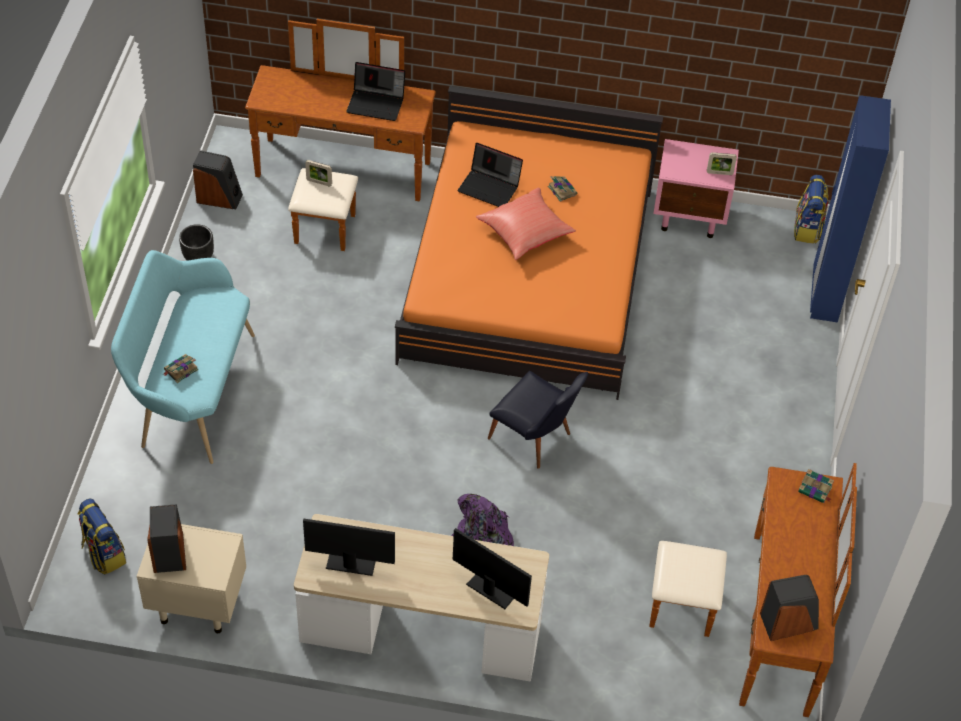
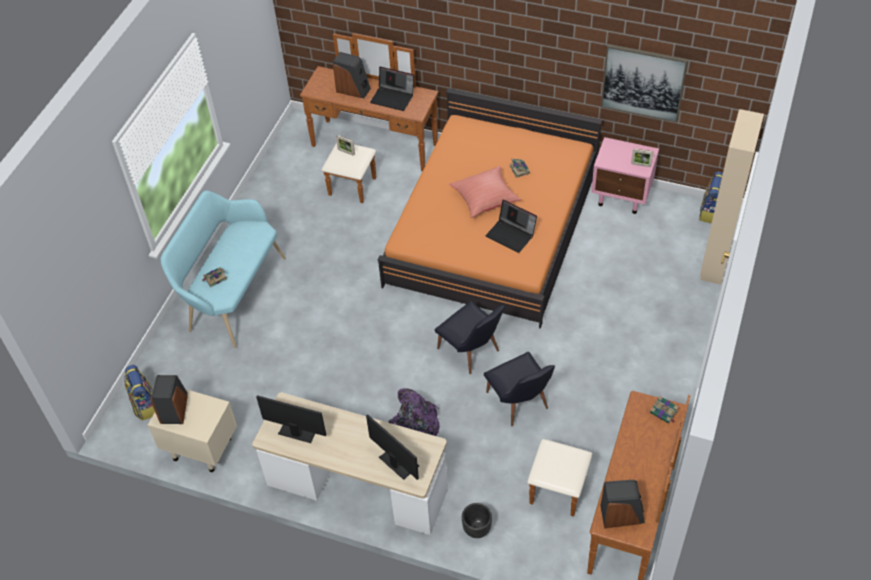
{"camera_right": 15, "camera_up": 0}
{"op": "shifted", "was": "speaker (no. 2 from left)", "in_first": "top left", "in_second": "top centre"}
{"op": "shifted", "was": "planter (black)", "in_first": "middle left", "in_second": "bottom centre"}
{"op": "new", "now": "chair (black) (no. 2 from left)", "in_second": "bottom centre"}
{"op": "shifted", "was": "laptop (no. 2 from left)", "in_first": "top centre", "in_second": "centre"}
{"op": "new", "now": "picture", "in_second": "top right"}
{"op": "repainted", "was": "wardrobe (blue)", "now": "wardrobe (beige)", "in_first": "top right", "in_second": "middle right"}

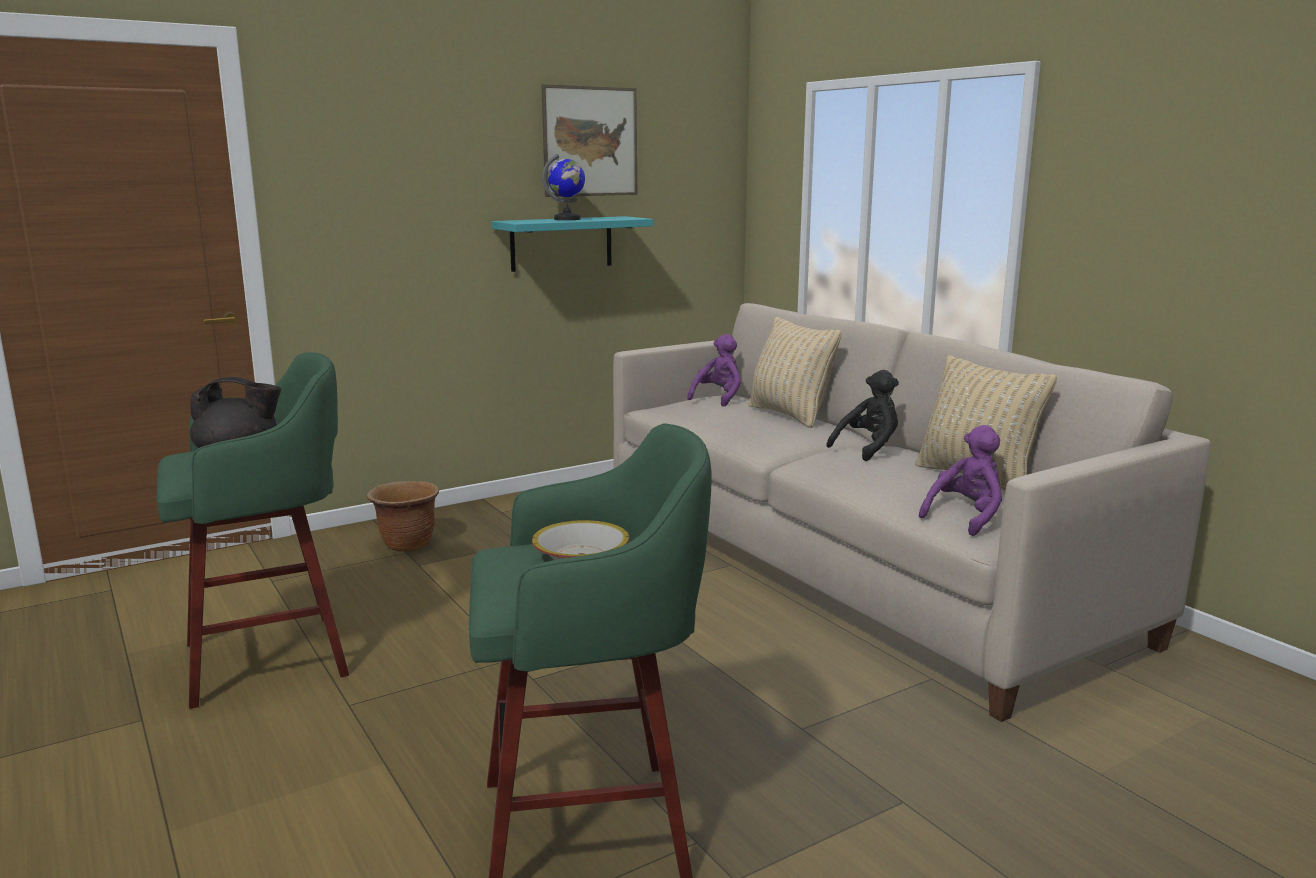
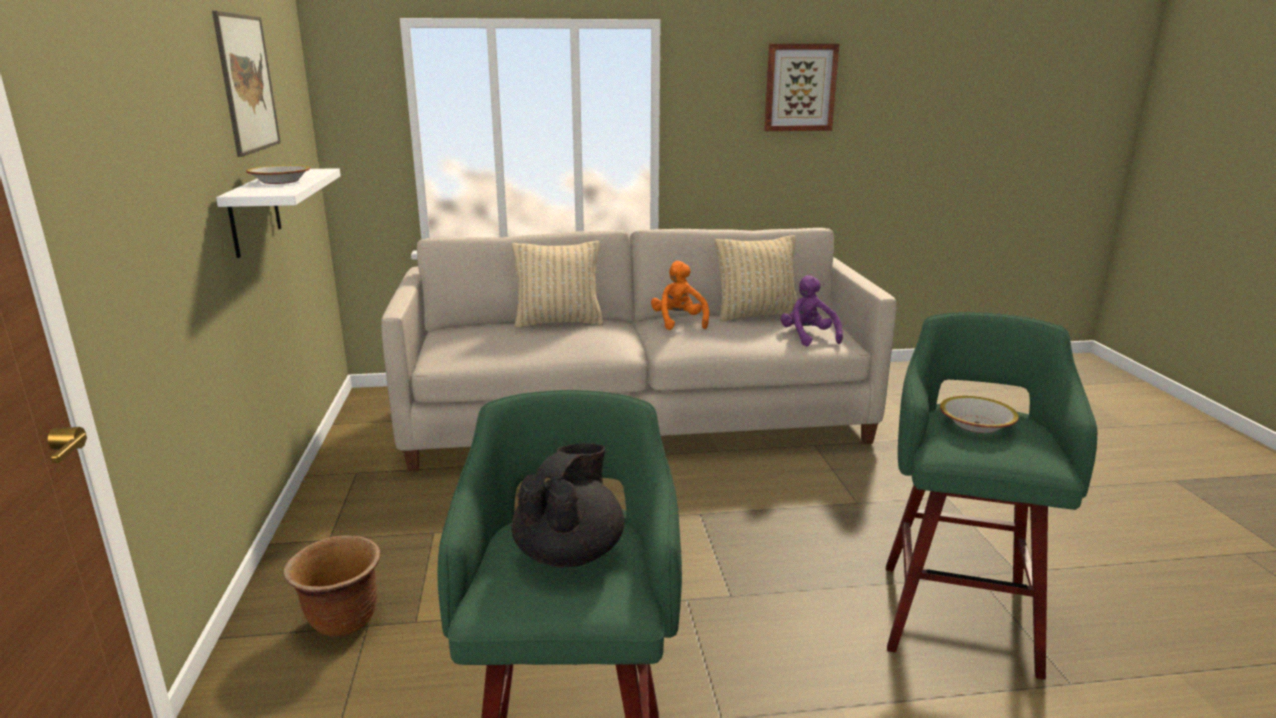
{"camera_right": -65, "camera_up": 5}
{"op": "repainted", "was": "shelf (turquoise)", "now": "shelf (white)", "in_first": "top centre", "in_second": "top left"}
{"op": "swapped", "was": "globe", "now": "bowl (no. 1 from left)", "in_first": "top centre", "in_second": "top left"}
{"op": "repainted", "was": "plush toy (black)", "now": "plush toy (orange)", "in_first": "centre", "in_second": "centre"}
{"op": "new", "now": "picture (no. 2 from left)", "in_second": "top centre"}
{"op": "gone", "was": "plush toy (purple) (no. 1 from left)", "in_first": "centre"}

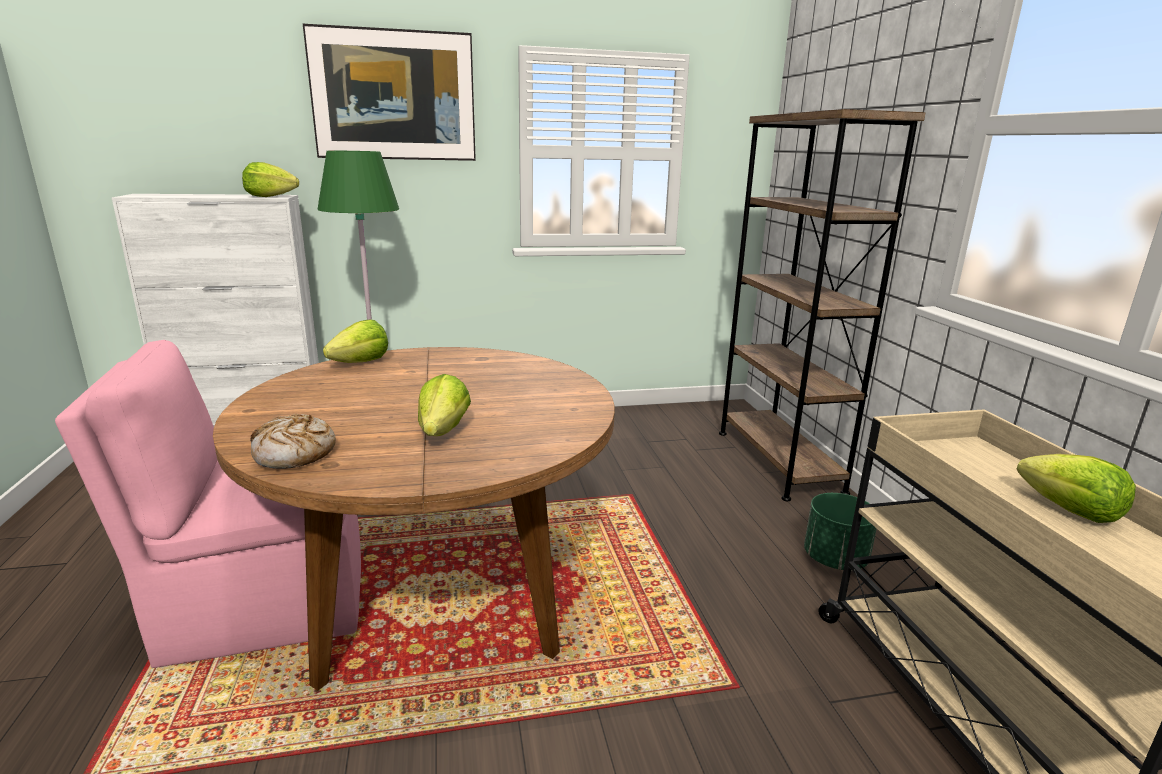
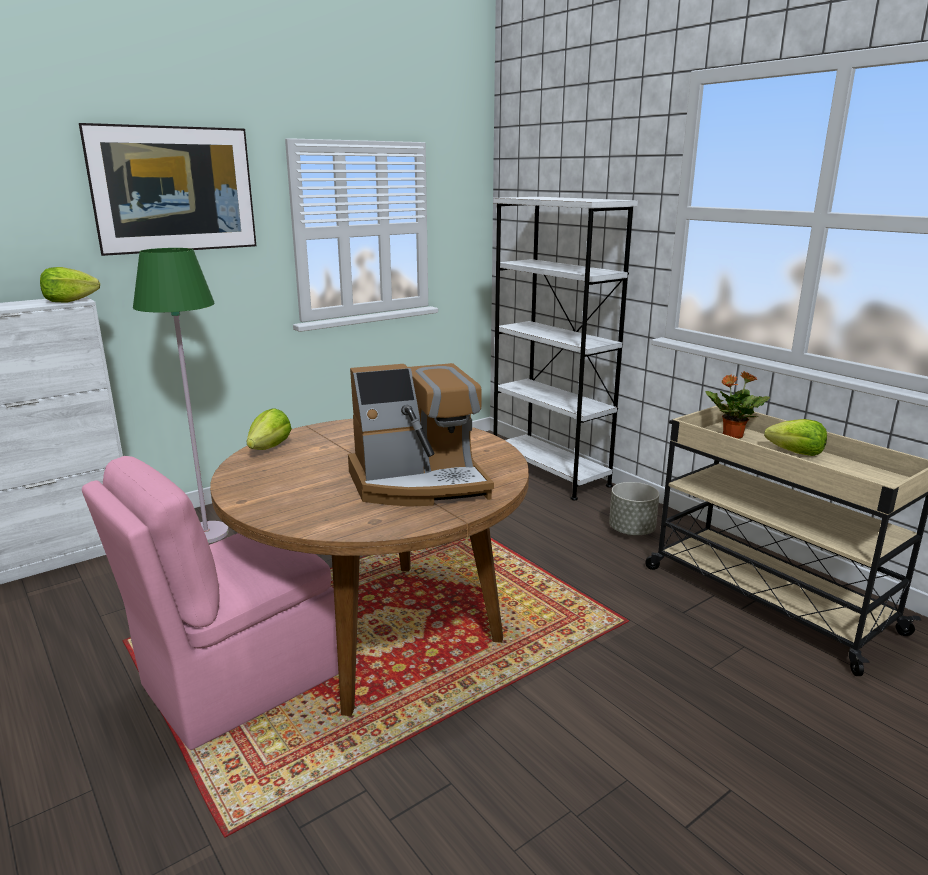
{"camera_right": -25, "camera_up": 0}
{"op": "swapped", "was": "lettuce (no. 3 from left)", "now": "coffee machine", "in_first": "centre", "in_second": "centre"}
{"op": "repainted", "was": "bookcase (brown)", "now": "bookcase (white)", "in_first": "middle right", "in_second": "centre"}
{"op": "repainted", "was": "planter (green)", "now": "planter (grey)", "in_first": "bottom right", "in_second": "middle right"}
{"op": "new", "now": "potted plant", "in_second": "middle right"}
{"op": "gone", "was": "bread", "in_first": "middle left"}

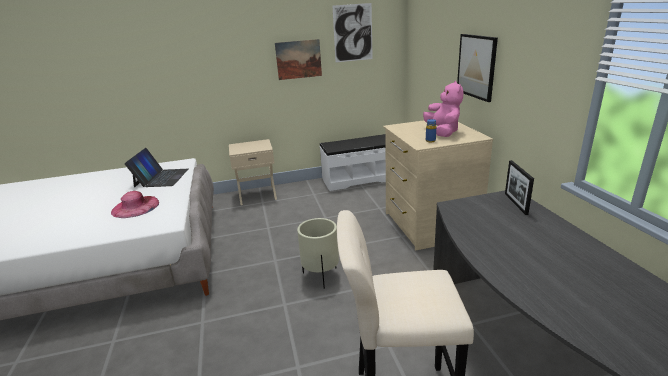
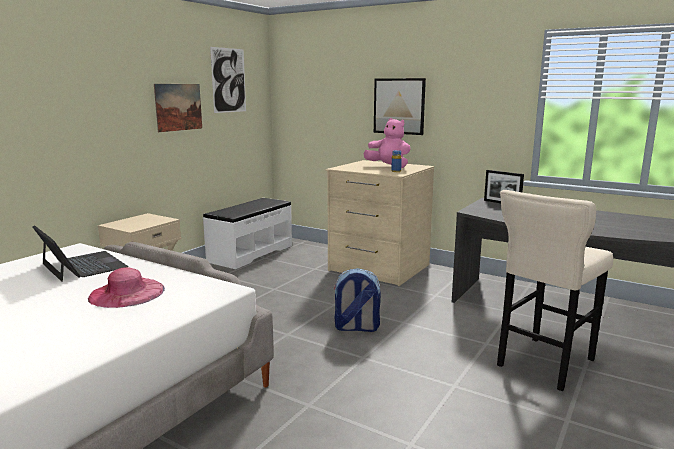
{"camera_right": -45, "camera_up": -10}
{"op": "swapped", "was": "planter (beige)", "now": "backpack", "in_first": "bottom centre", "in_second": "bottom centre"}

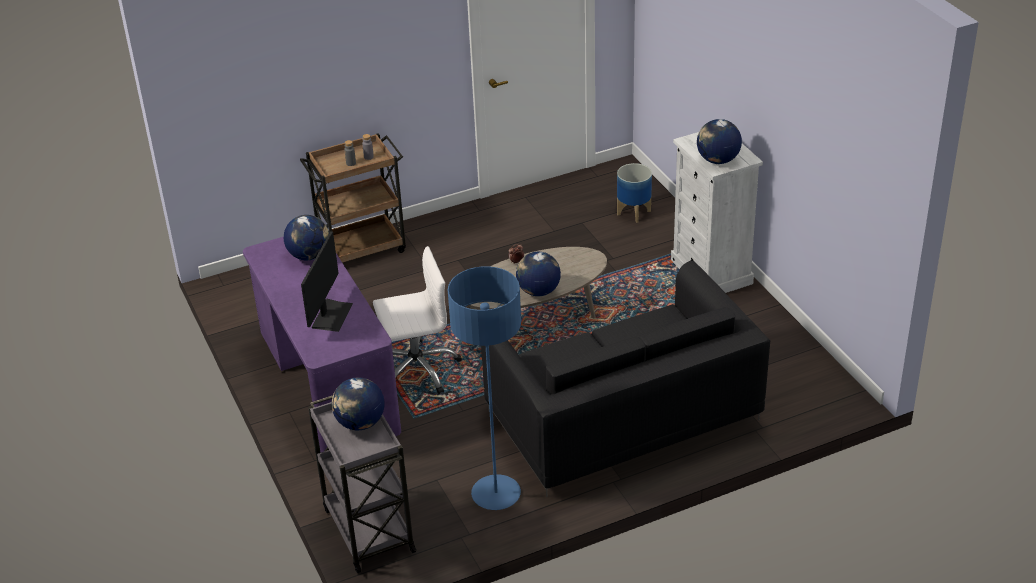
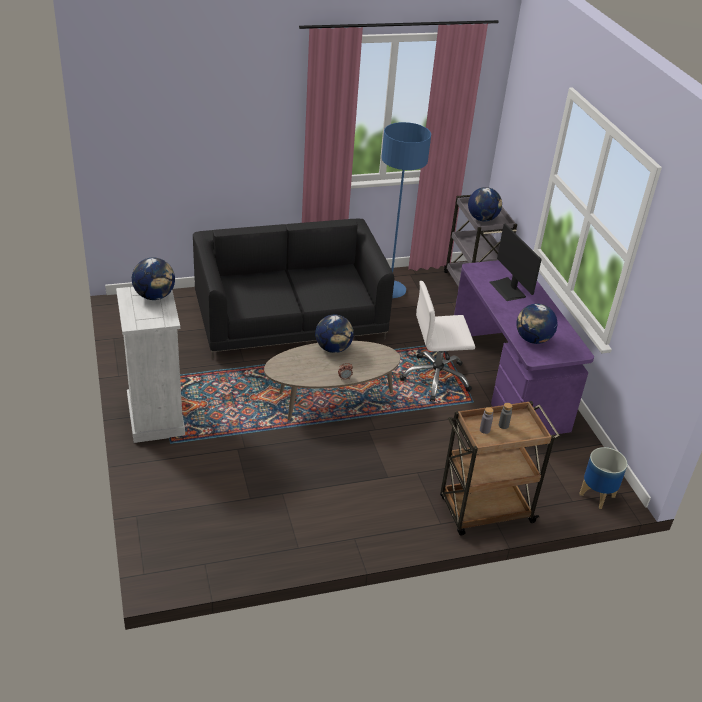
{"camera_right": -175, "camera_up": 0}
{"op": "rotated", "was": "monitor", "in_first": "middle left", "in_second": "middle right", "clockwise": -45}
{"op": "shifted", "was": "planter", "in_first": "top centre", "in_second": "bottom right"}

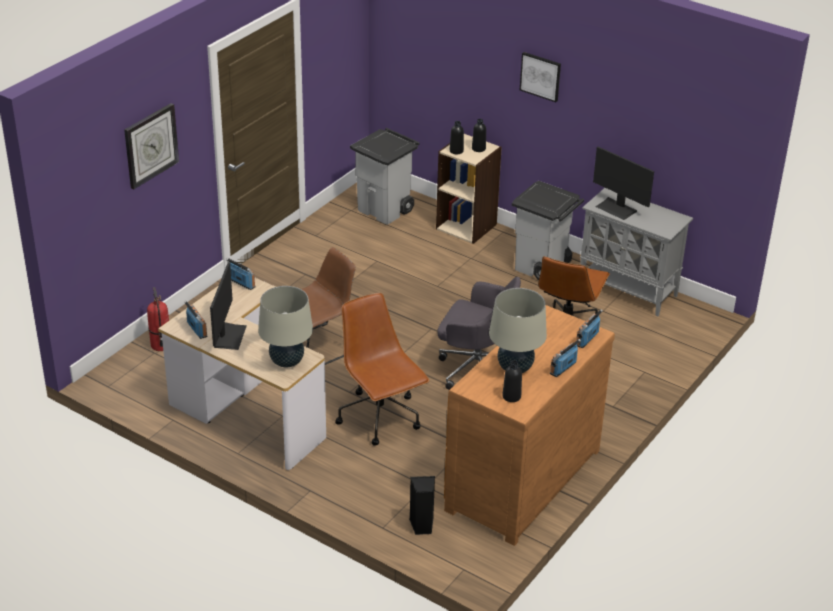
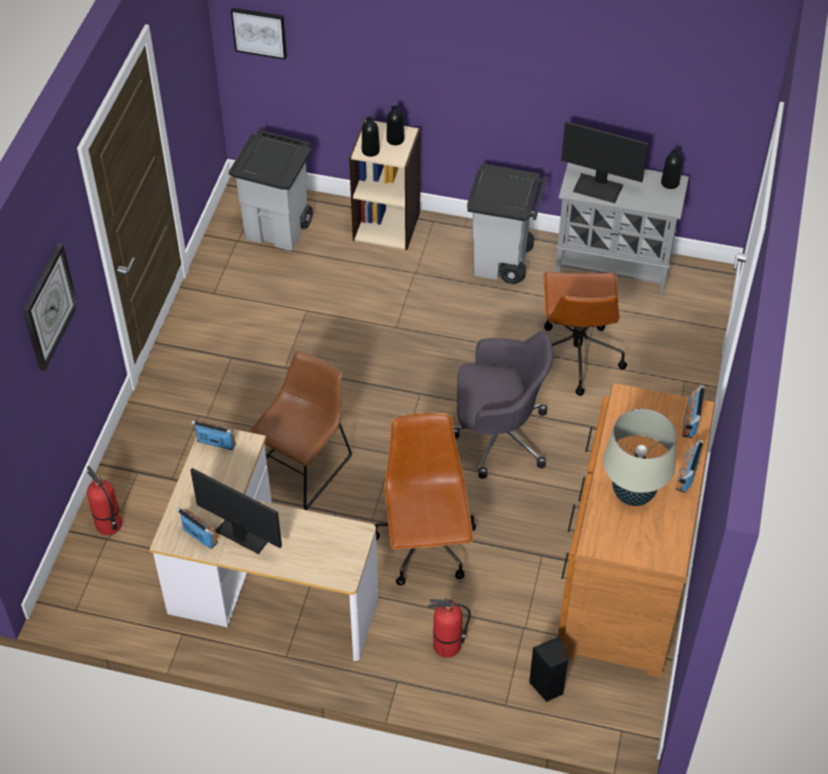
{"camera_right": -20, "camera_up": 15}
{"op": "rotated", "was": "monitor (no. 1 from left)", "in_first": "middle left", "in_second": "middle left", "clockwise": -45}
{"op": "shifted", "was": "picture", "in_first": "top centre", "in_second": "top left"}
{"op": "rotated", "was": "office chair (brown) (no. 1 from left)", "in_first": "centre", "in_second": "centre", "clockwise": 45}
{"op": "new", "now": "fire extinguisher (no. 2 from left)", "in_second": "bottom centre"}
{"op": "shifted", "was": "bottle (black) (no. 3 from left)", "in_first": "centre", "in_second": "top right"}
{"op": "gone", "was": "table lamp (beige) (no. 1 from left)", "in_first": "centre"}

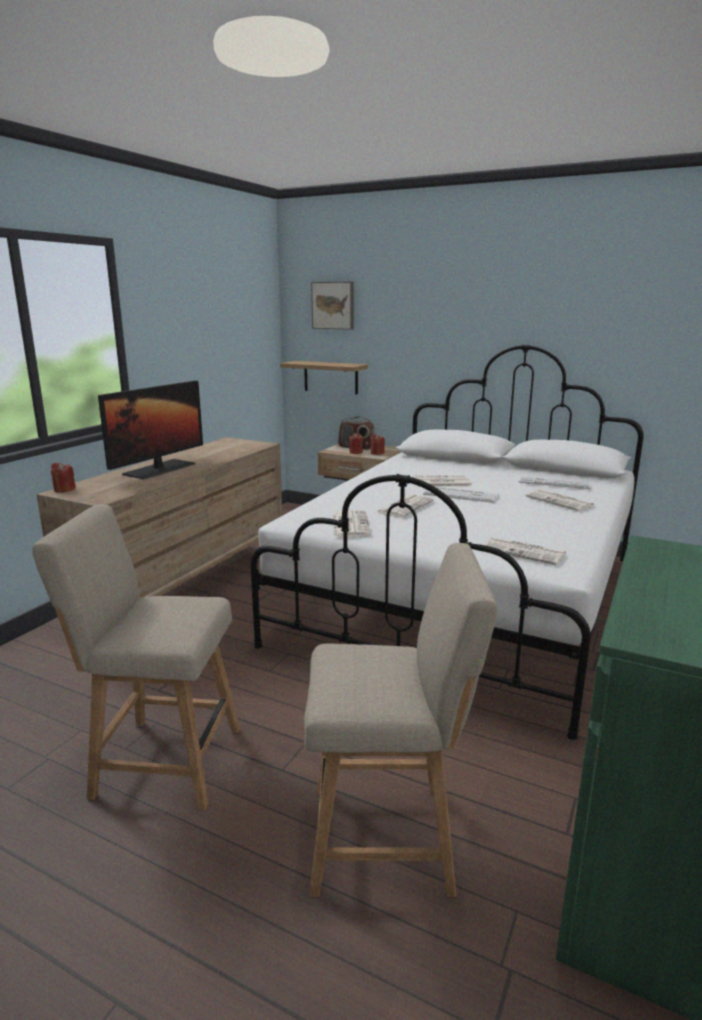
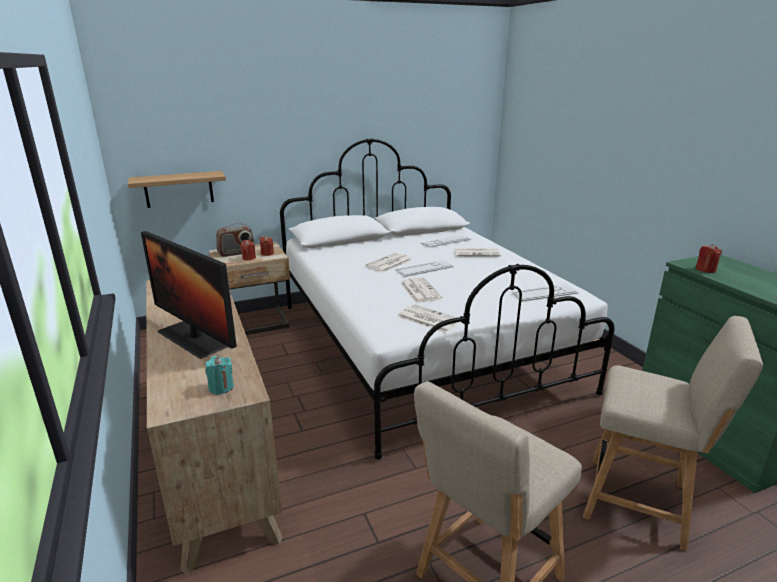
{"camera_right": -50, "camera_up": 5}
{"op": "rotated", "was": "monitor", "in_first": "middle left", "in_second": "middle left", "clockwise": 150}
{"op": "new", "now": "candle (turquoise)", "in_second": "middle left"}
{"op": "swapped", "was": "newspaper (no. 4 from left)", "now": "keyboard (no. 3 from left)", "in_first": "middle right", "in_second": "middle right"}
{"op": "rotated", "was": "chair (beige) (no. 2 from left)", "in_first": "bottom centre", "in_second": "bottom right", "clockwise": 75}
{"op": "shifted", "was": "candle (red) (no. 1 from left in the first image)", "now": "candle (red) (no. 3 from left)", "in_first": "middle left", "in_second": "middle right"}
{"op": "gone", "was": "picture", "in_first": "top centre"}

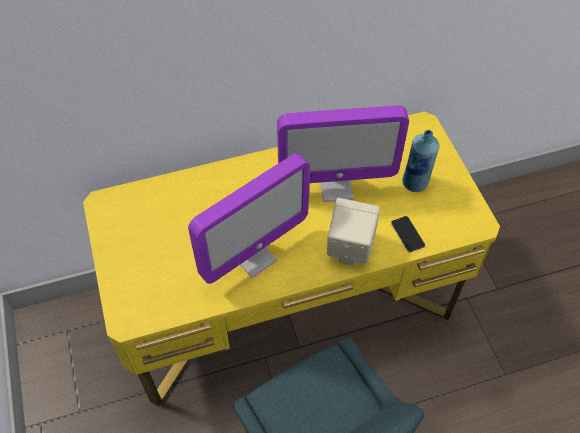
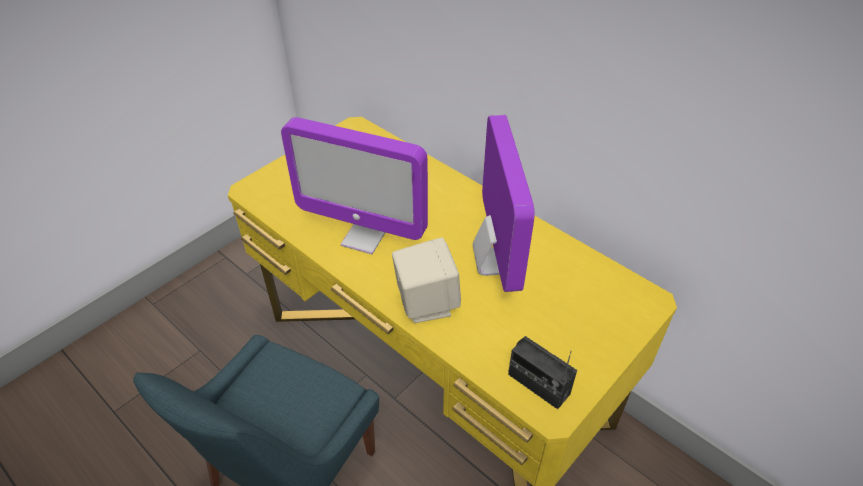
{"camera_right": 60, "camera_up": -10}
{"op": "rotated", "was": "monitor (no. 2 from left)", "in_first": "centre", "in_second": "centre", "clockwise": -150}
{"op": "new", "now": "radio", "in_second": "bottom centre"}
{"op": "gone", "was": "phone", "in_first": "middle right"}
{"op": "gone", "was": "bottle (blue)", "in_first": "middle right"}

